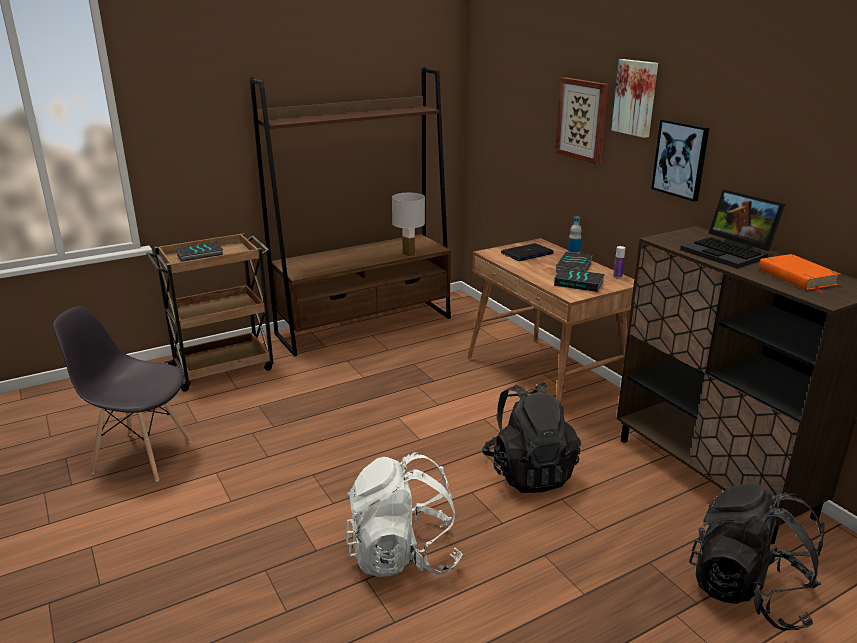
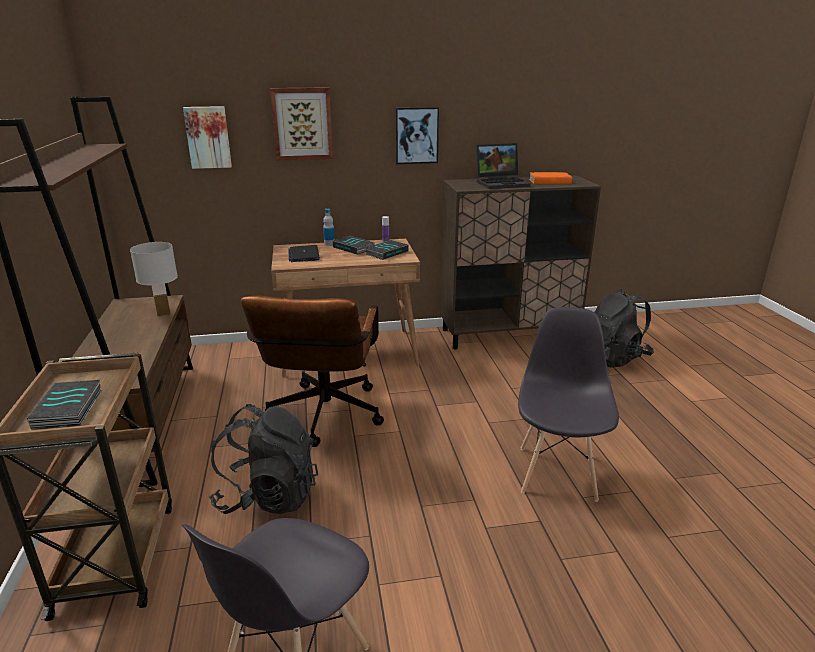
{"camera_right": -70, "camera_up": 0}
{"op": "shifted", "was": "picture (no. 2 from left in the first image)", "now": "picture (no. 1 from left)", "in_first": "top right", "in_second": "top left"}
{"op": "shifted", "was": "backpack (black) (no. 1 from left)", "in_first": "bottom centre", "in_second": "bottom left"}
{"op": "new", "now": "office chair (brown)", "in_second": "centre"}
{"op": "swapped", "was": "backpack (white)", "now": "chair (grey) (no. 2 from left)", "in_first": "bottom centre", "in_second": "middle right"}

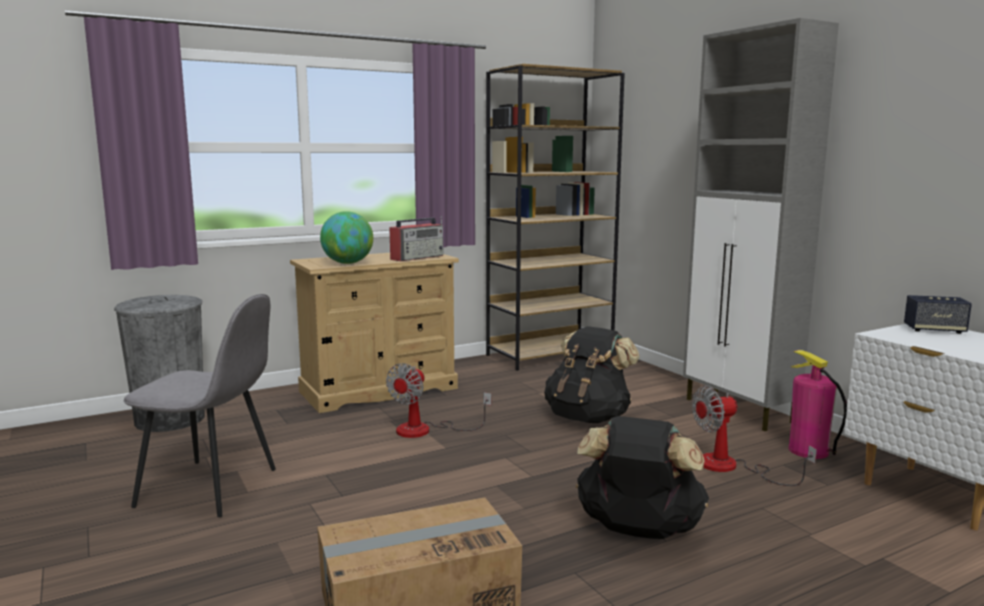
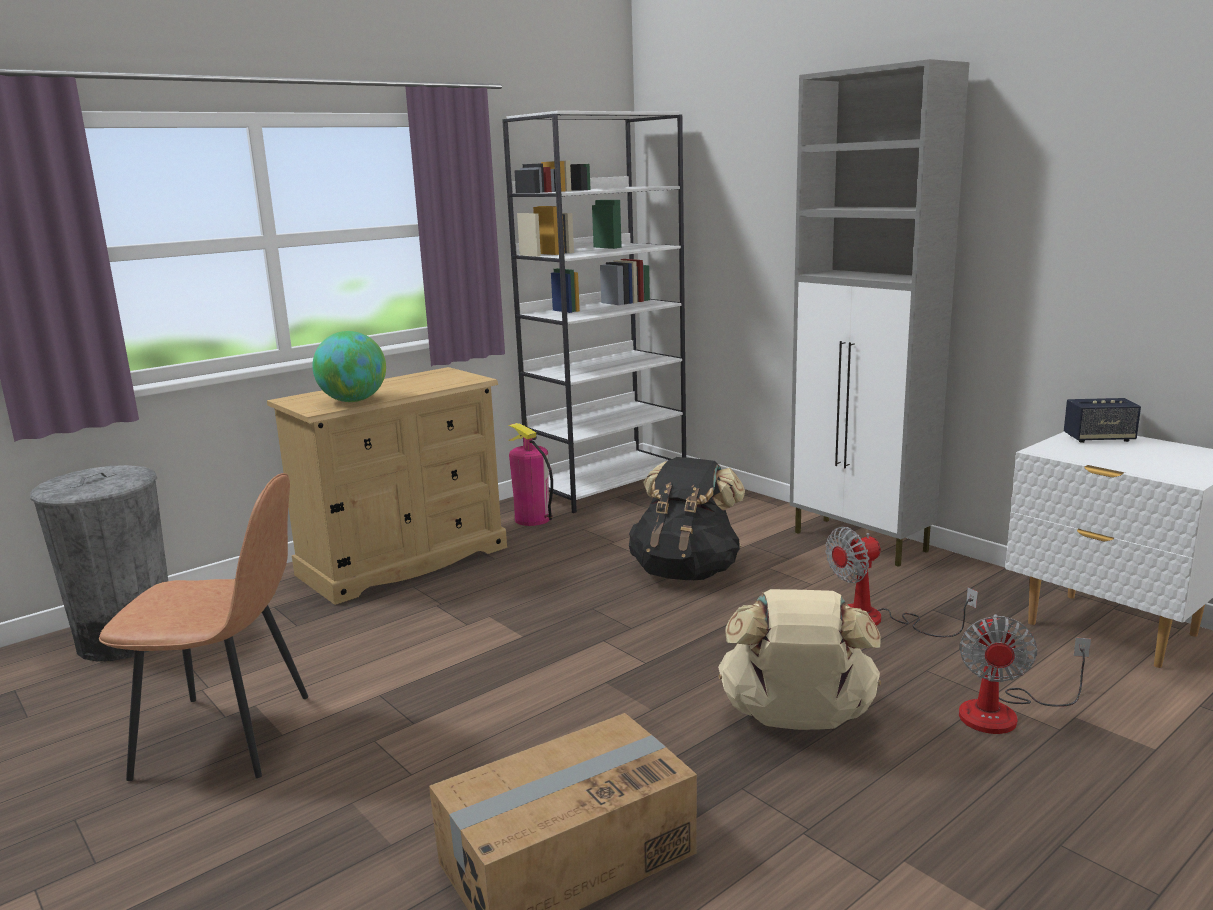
{"camera_right": -10, "camera_up": 5}
{"op": "repainted", "was": "chair (grey)", "now": "chair (brown)", "in_first": "bottom left", "in_second": "bottom left"}
{"op": "repainted", "was": "bookcase (brown)", "now": "bookcase (white)", "in_first": "centre", "in_second": "centre"}
{"op": "shifted", "was": "fire extinguisher", "in_first": "bottom right", "in_second": "centre"}
{"op": "repainted", "was": "backpack (black) (no. 2 from left)", "now": "backpack (beige)", "in_first": "bottom centre", "in_second": "bottom centre"}
{"op": "shifted", "was": "fan (no. 1 from left in the first image)", "now": "fan (no. 2 from left)", "in_first": "centre", "in_second": "bottom right"}
{"op": "gone", "was": "radio", "in_first": "centre"}

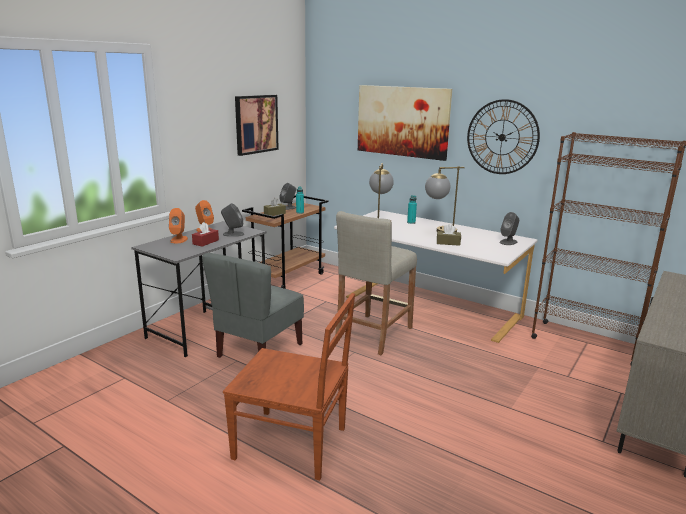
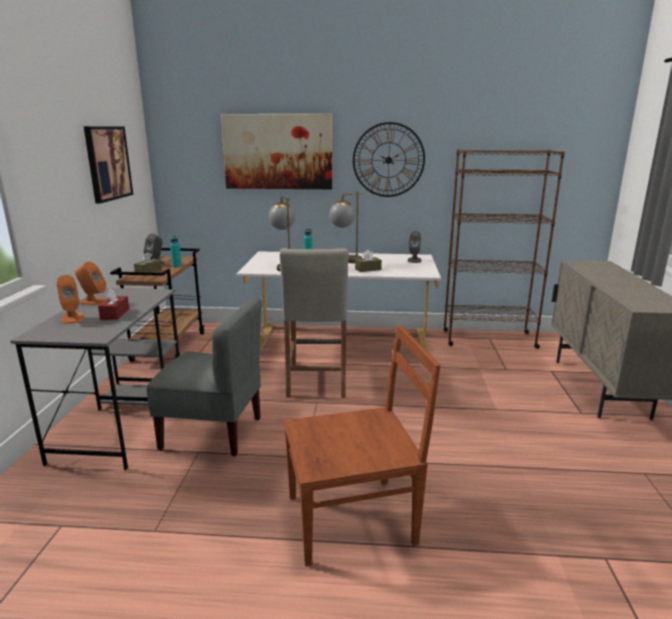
{"camera_right": -30, "camera_up": 0}
{"op": "rotated", "was": "chair (grey)", "in_first": "centre", "in_second": "middle left", "clockwise": -75}
{"op": "gone", "was": "speaker (grey) (no. 1 from left)", "in_first": "centre"}

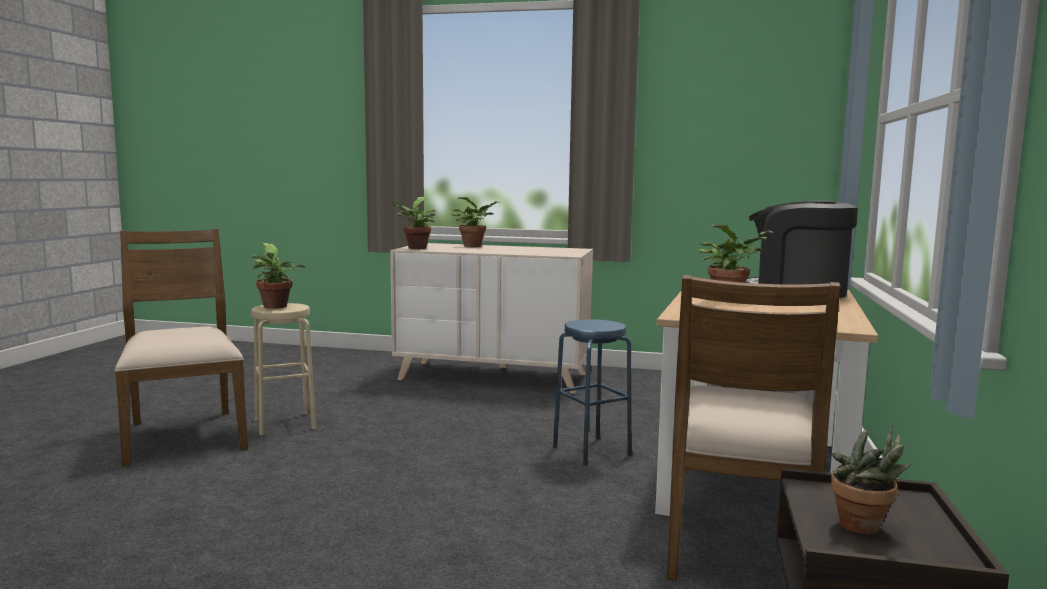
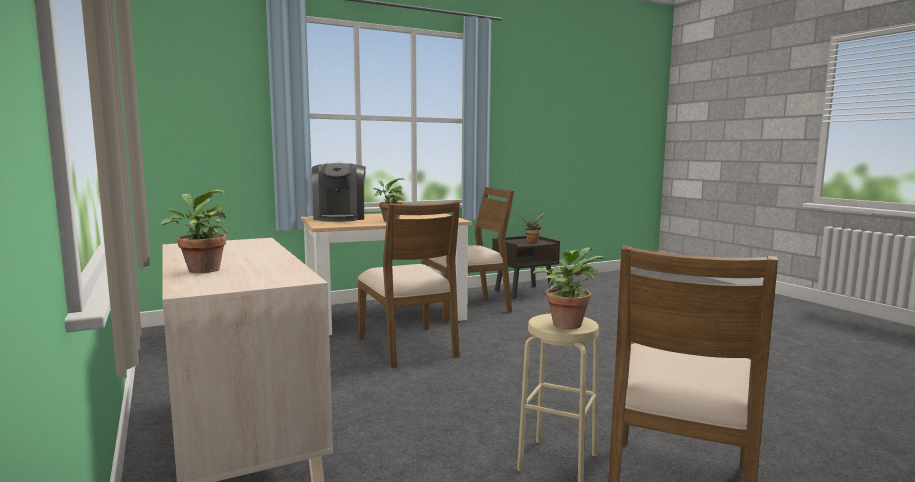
{"camera_right": -130, "camera_up": 0}
{"op": "swapped", "was": "stool (blue)", "now": "chair (brown) (no. 1 from left)", "in_first": "centre", "in_second": "centre"}
{"op": "gone", "was": "potted plant (no. 2 from left)", "in_first": "centre"}

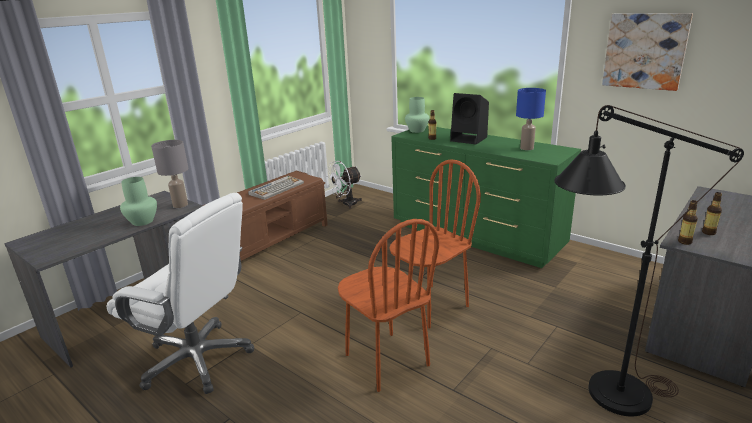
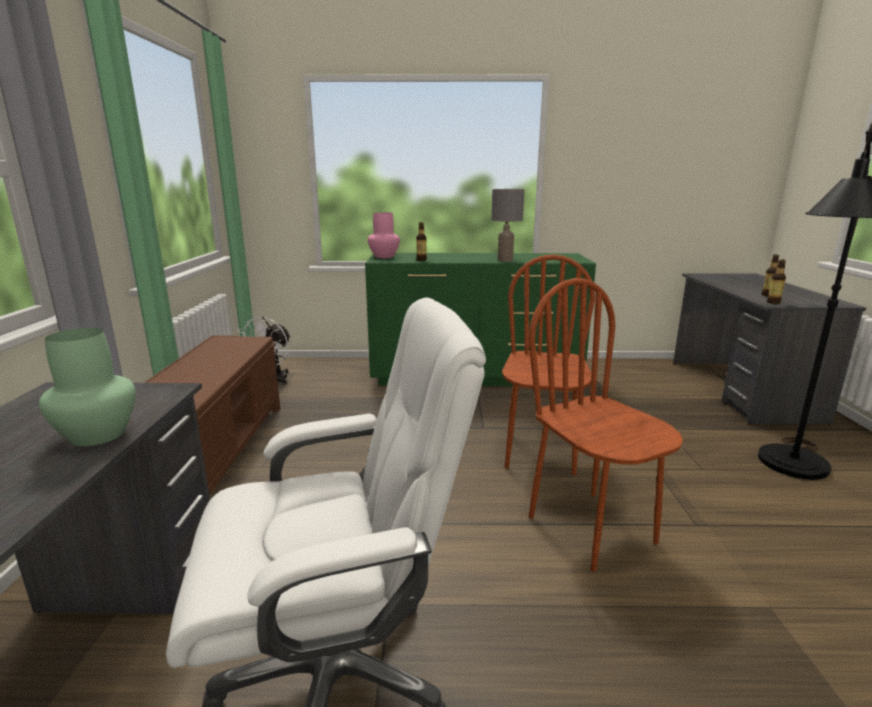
{"camera_right": -40, "camera_up": -5}
{"op": "repainted", "was": "vase (green) (no. 2 from left)", "now": "vase (pink)", "in_first": "top centre", "in_second": "top centre"}
{"op": "shifted", "was": "table lamp (grey)", "in_first": "middle left", "in_second": "top centre"}
{"op": "rotated", "was": "chair (brown) (no. 1 from left in the first image)", "in_first": "bottom centre", "in_second": "middle right", "clockwise": -135}
{"op": "gone", "was": "keyboard", "in_first": "centre"}
{"op": "gone", "was": "speaker (black)", "in_first": "top centre"}
{"op": "gone", "was": "table lamp (blue)", "in_first": "top right"}
{"op": "gone", "was": "picture", "in_first": "top right"}

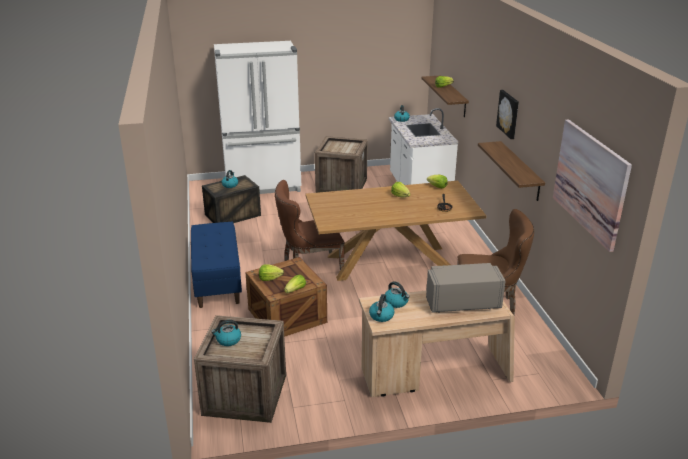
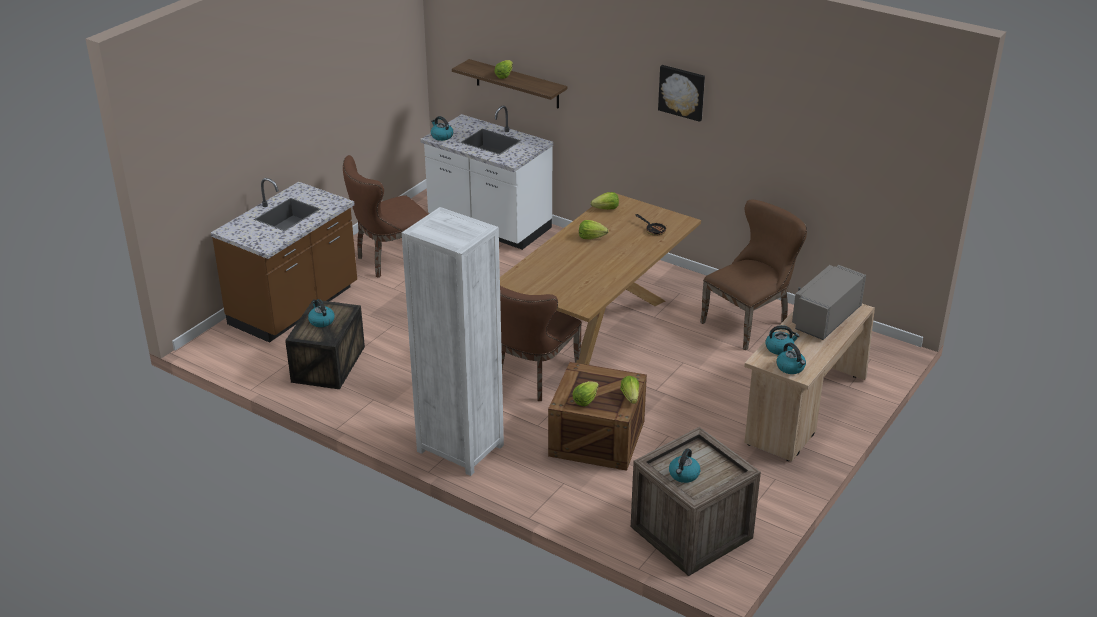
{"camera_right": -45, "camera_up": 5}
{"op": "swapped", "was": "fridge (white)", "now": "counter (brown)", "in_first": "top centre", "in_second": "middle left"}
{"op": "swapped", "was": "crate (no. 4 from left)", "now": "chair (brown) (no. 1 from left)", "in_first": "centre", "in_second": "centre"}
{"op": "swapped", "was": "bench (blue)", "now": "bookcase (white)", "in_first": "middle left", "in_second": "centre"}
{"op": "gone", "was": "shelf (no. 2 from left)", "in_first": "middle right"}
{"op": "gone", "was": "picture (no. 2 from left)", "in_first": "middle right"}

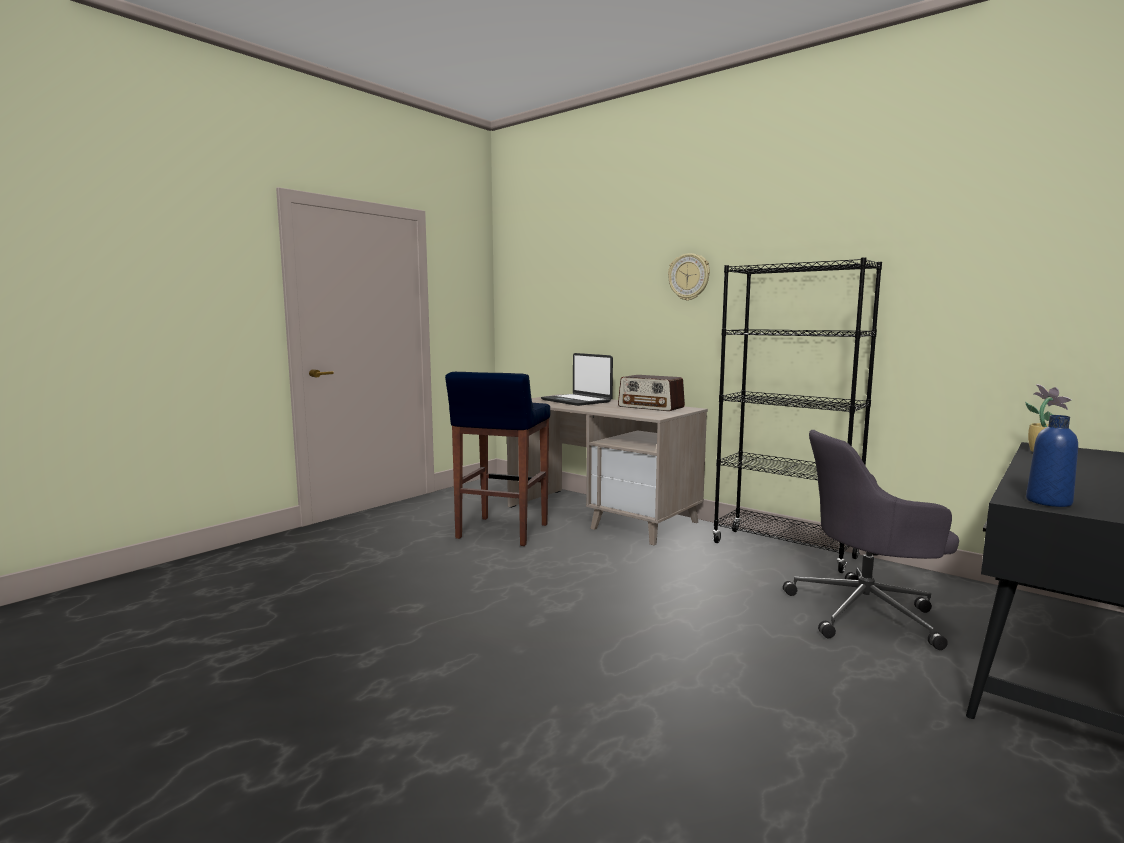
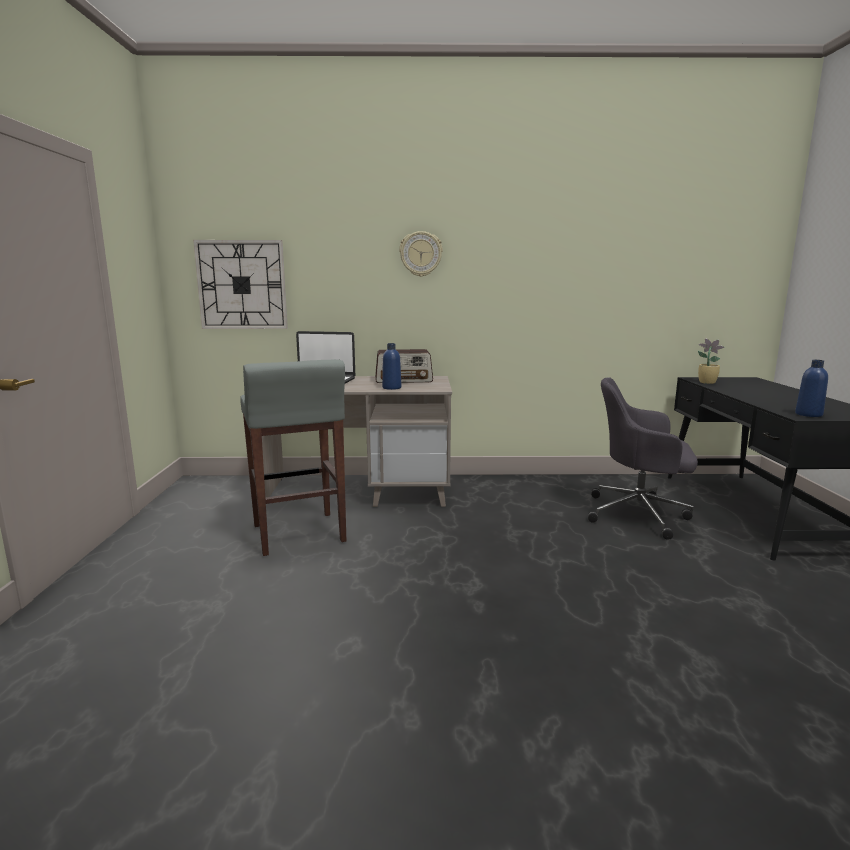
{"camera_right": -40, "camera_up": 5}
{"op": "new", "now": "wall clock (no. 1 from left)", "in_second": "middle left"}
{"op": "repainted", "was": "stool (blue)", "now": "stool (grey)", "in_first": "centre", "in_second": "centre"}
{"op": "new", "now": "bottle (blue) (no. 1 from left)", "in_second": "centre"}
{"op": "rotated", "was": "office chair (grey)", "in_first": "middle right", "in_second": "middle right", "clockwise": 60}
{"op": "gone", "was": "bookcase (black)", "in_first": "middle right"}

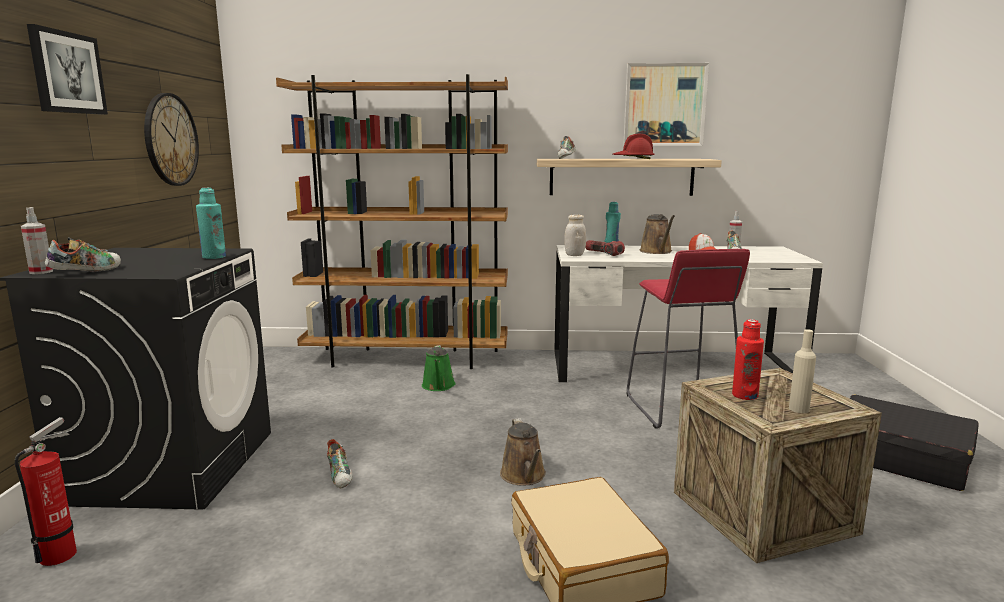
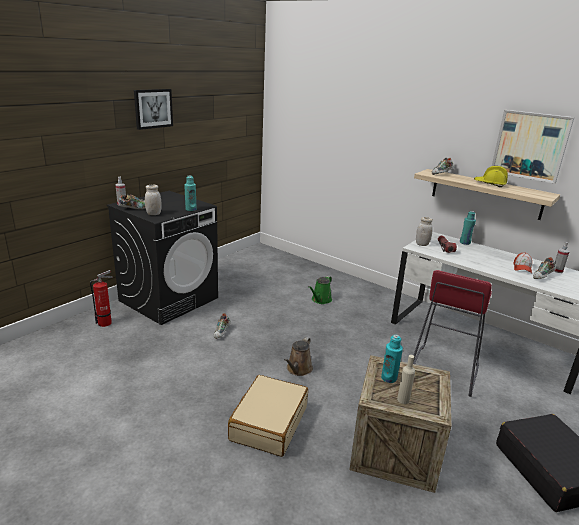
{"camera_right": 35, "camera_up": 10}
{"op": "new", "now": "jar (white) (no. 1 from left)", "in_second": "middle left"}
{"op": "repainted", "was": "bottle (red)", "now": "bottle (turquoise) (no. 2 from left)", "in_first": "middle right", "in_second": "bottom right"}
{"op": "repainted", "was": "hard hat (red)", "now": "hard hat (yellow)", "in_first": "top centre", "in_second": "middle right"}
{"op": "gone", "was": "wall clock", "in_first": "top left"}
{"op": "gone", "was": "bookcase (brown)", "in_first": "centre"}
{"op": "gone", "was": "watering can (brown) (no. 2 from left)", "in_first": "centre"}

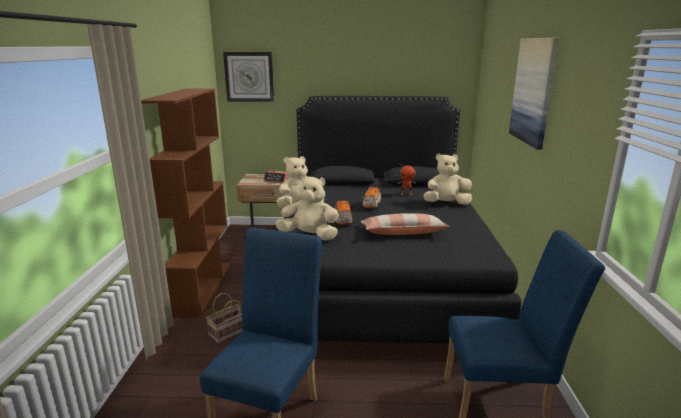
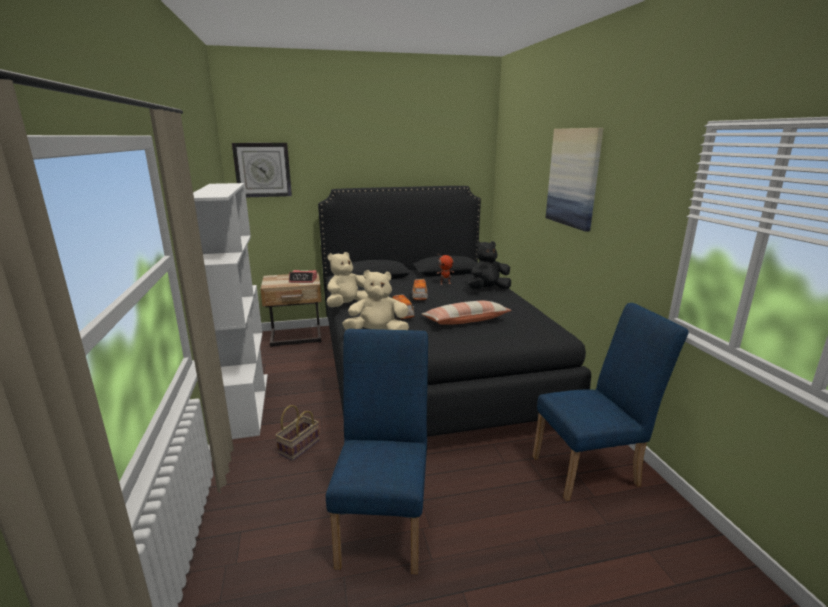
{"camera_right": -15, "camera_up": 0}
{"op": "repainted", "was": "bookcase (brown)", "now": "bookcase (white)", "in_first": "middle left", "in_second": "middle left"}
{"op": "repainted", "was": "plush toy (beige) (no. 3 from left)", "now": "plush toy (black)", "in_first": "centre", "in_second": "centre"}

